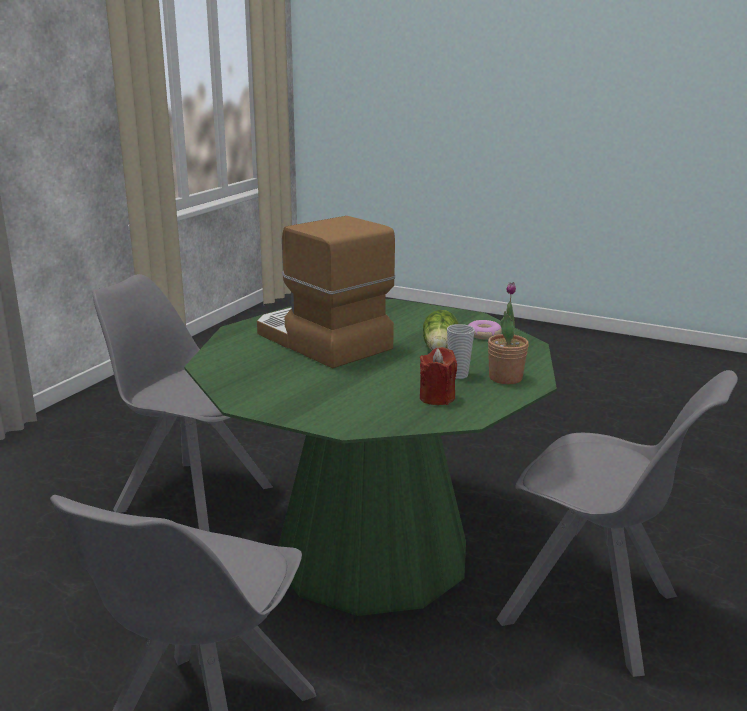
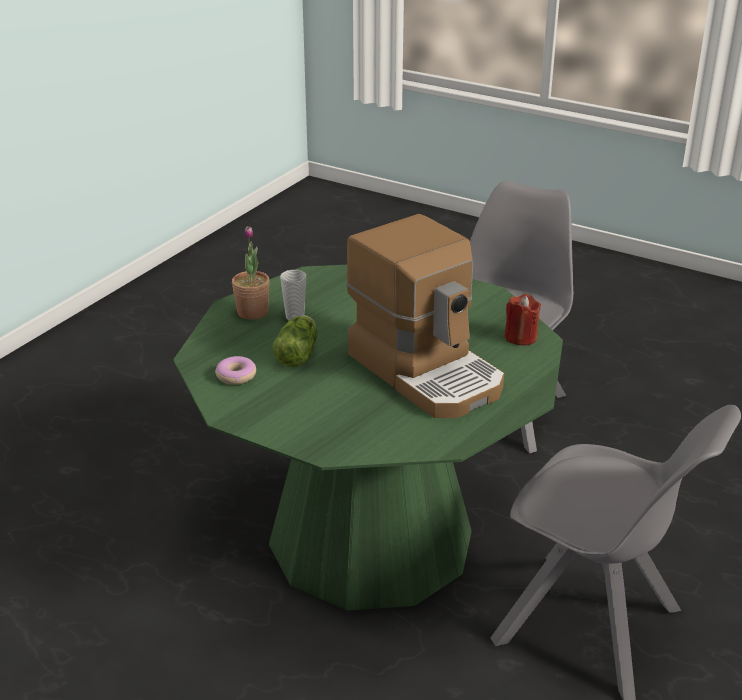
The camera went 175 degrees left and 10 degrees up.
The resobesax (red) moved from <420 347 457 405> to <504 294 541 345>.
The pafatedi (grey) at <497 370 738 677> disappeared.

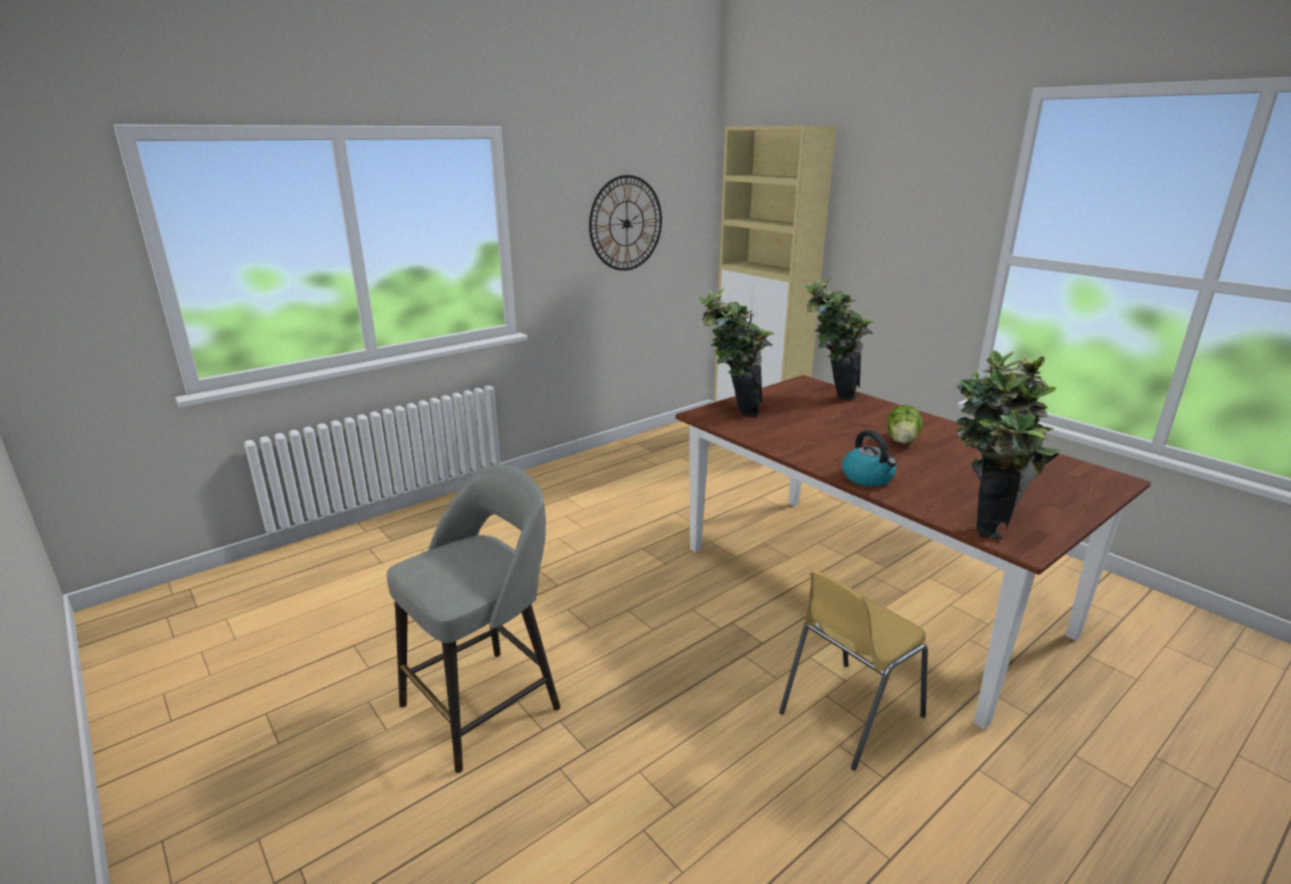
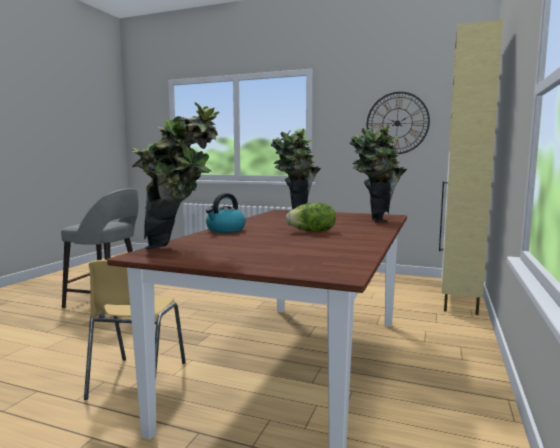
The camera went 60 degrees right and 15 degrees down.
The pafatedi (yellow) at <779 570 928 770> turned 105 degrees counterclockwise.

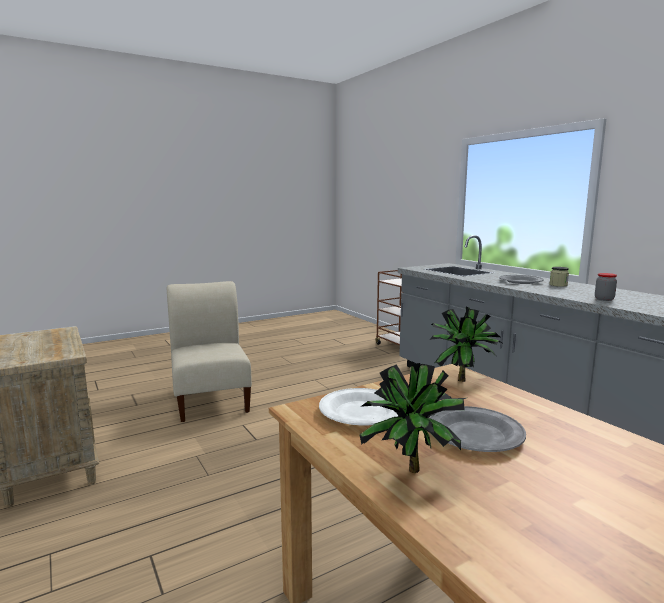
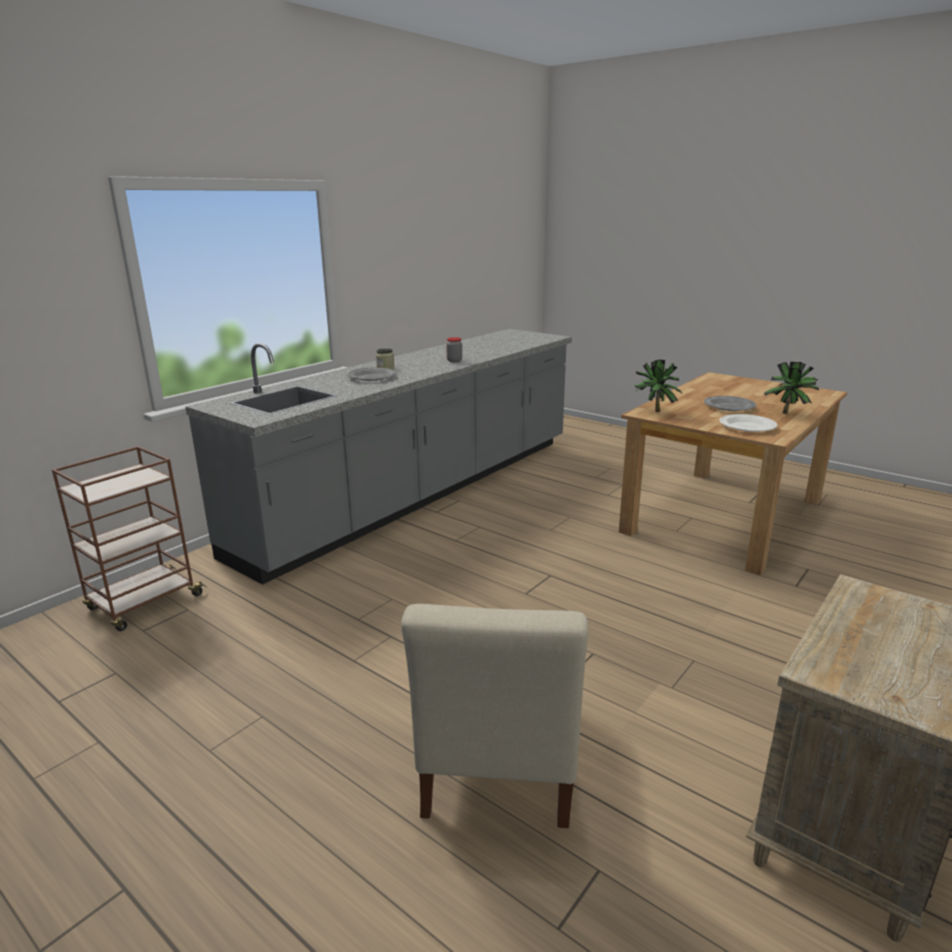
The camera went 110 degrees left and 10 degrees up.
The pafatedi (beige) at <167 281 252 422> turned 45 degrees counterclockwise.

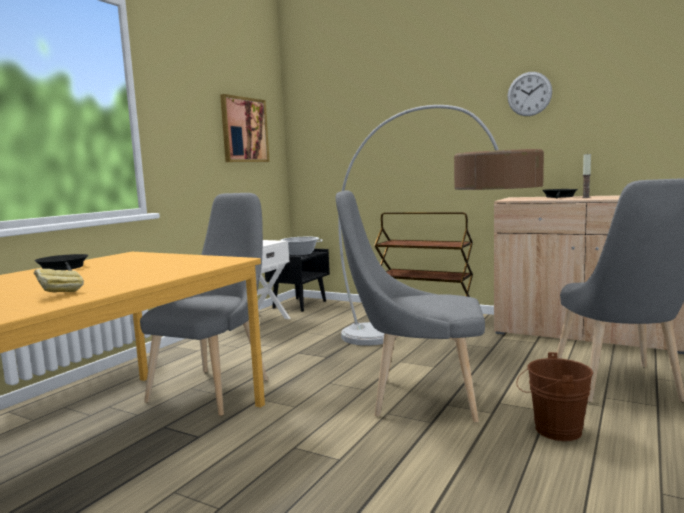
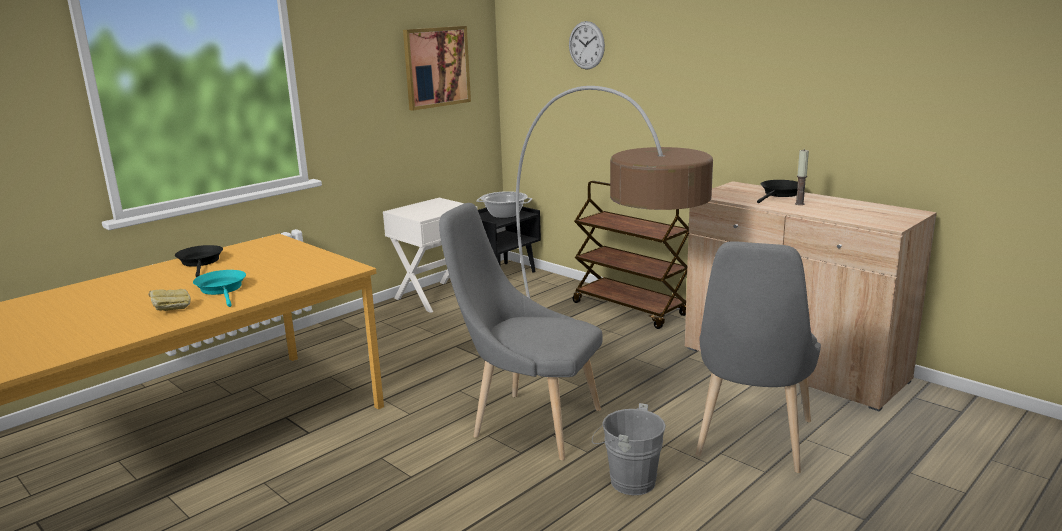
The camera went 15 degrees right and 10 degrees up.
The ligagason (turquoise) at <193 270 246 307> appeared.
The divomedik moved from <507 72 552 116> to <569 21 605 70>.
The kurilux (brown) at <516 352 593 441> became the kurilux (grey) at <592 403 666 495>.
The pafatedi (grey) at <140 193 268 416> disappeared.

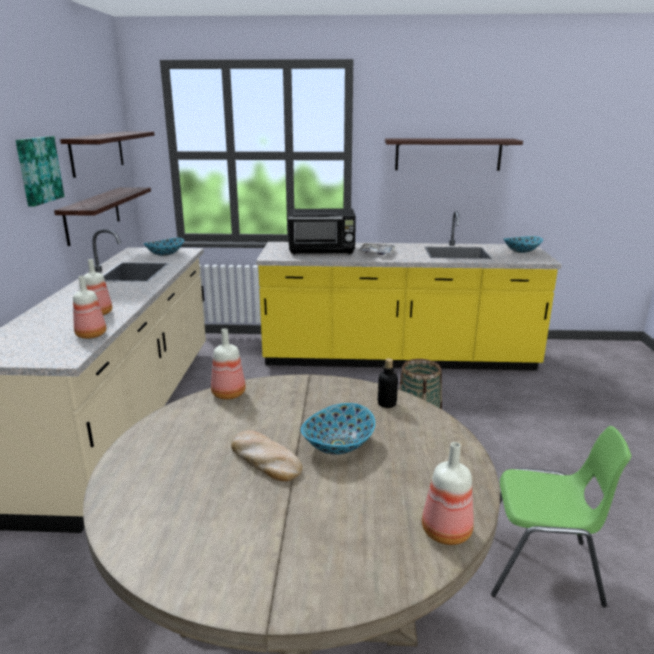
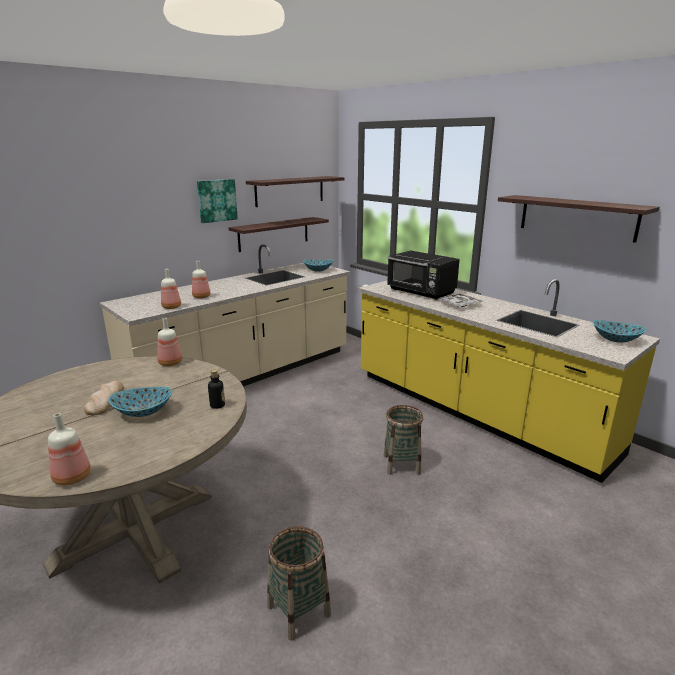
The camera went 45 degrees right and 0 degrees up.
The pafatedi (green) at <491 426 631 607> was replaced by the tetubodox at <267 526 331 641>.

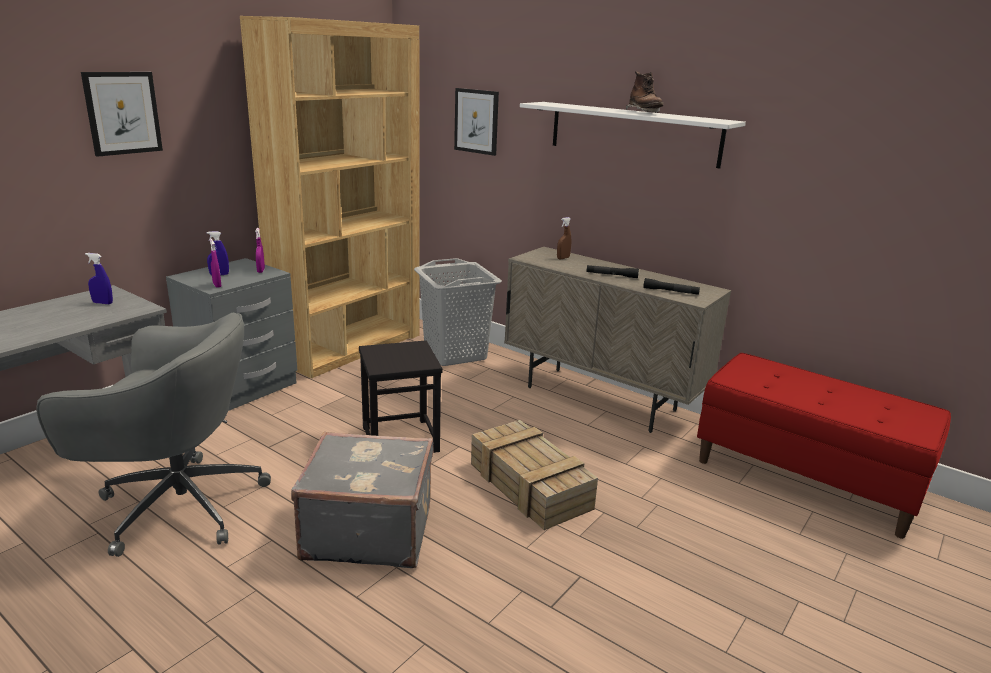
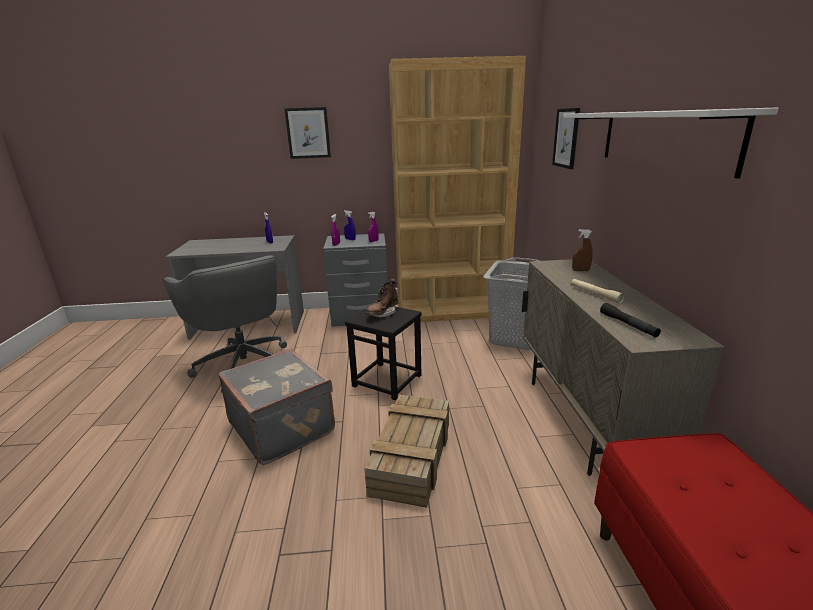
The camera went 50 degrees right and 0 degrees up.
The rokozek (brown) moved from <626 71 663 113> to <366 279 398 318>.
The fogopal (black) at <587 265 639 278> became the fogopal (beige) at <571 279 624 304>.

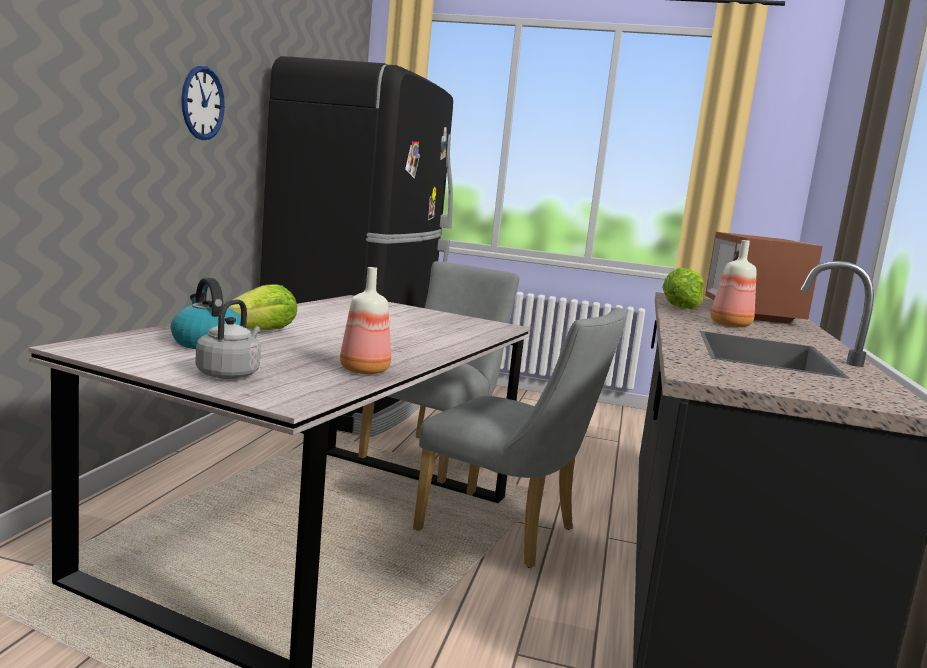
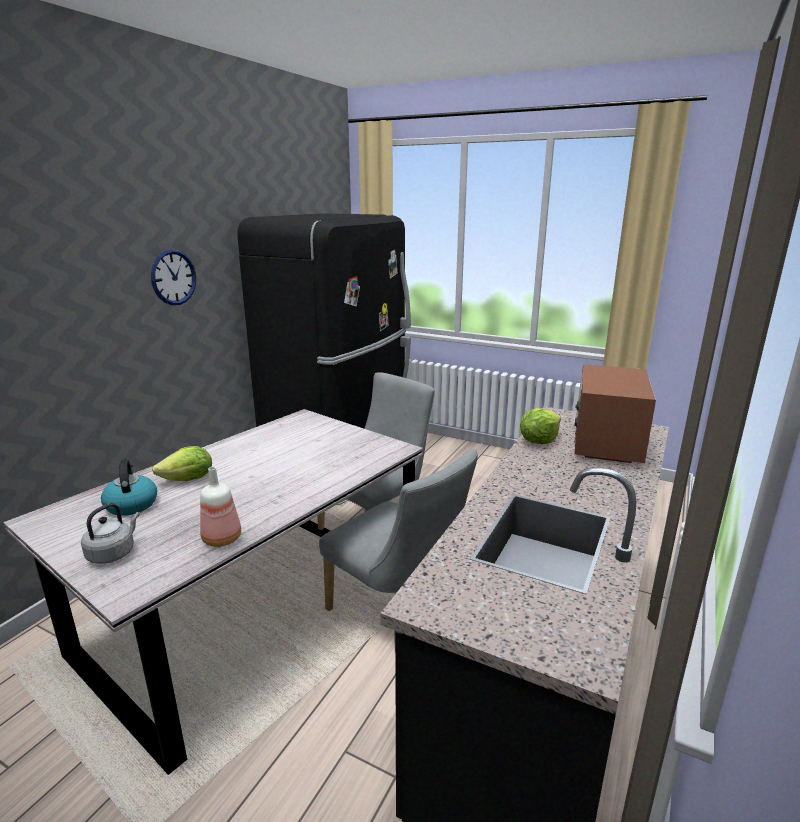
The camera went 15 degrees right and 10 degrees up.
The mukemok at <710 240 757 327> disappeared.

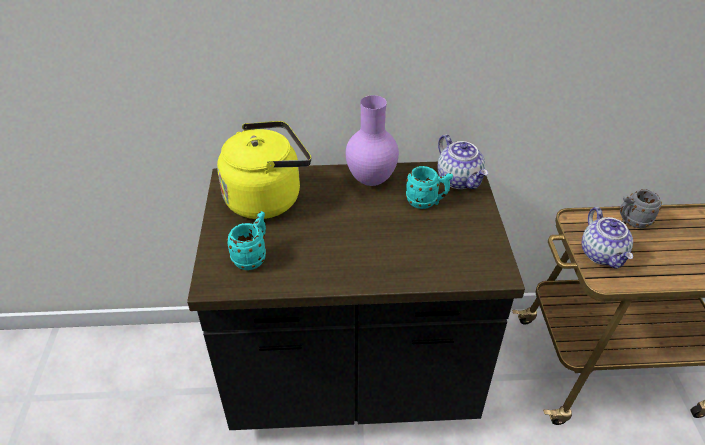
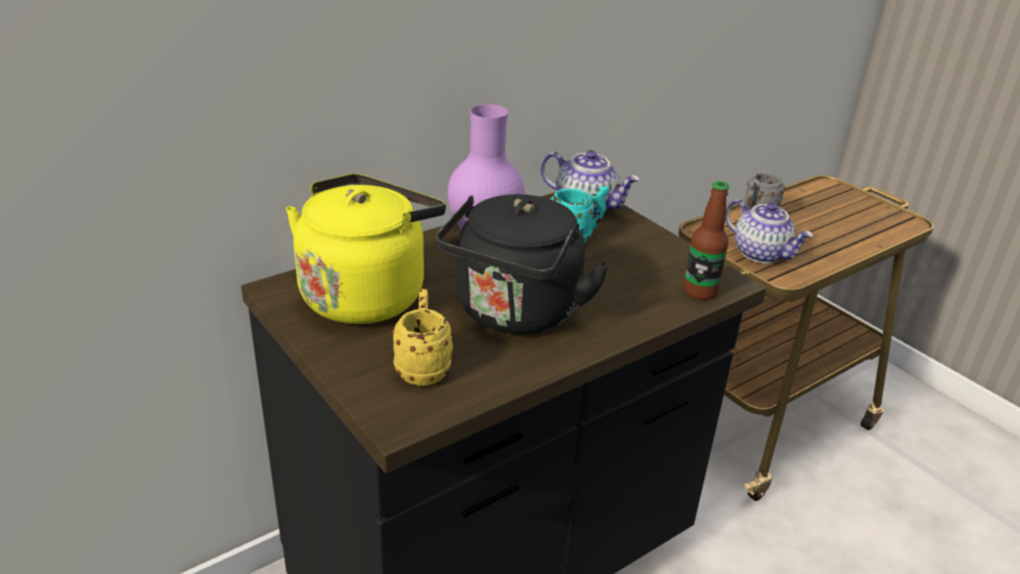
The camera went 35 degrees left and 10 degrees down.
The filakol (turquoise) at <227 211 266 270> became the filakol (yellow) at <392 289 453 386>.
The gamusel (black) at <436 194 610 334> appeared.
The mukemok at <683 181 729 300> appeared.

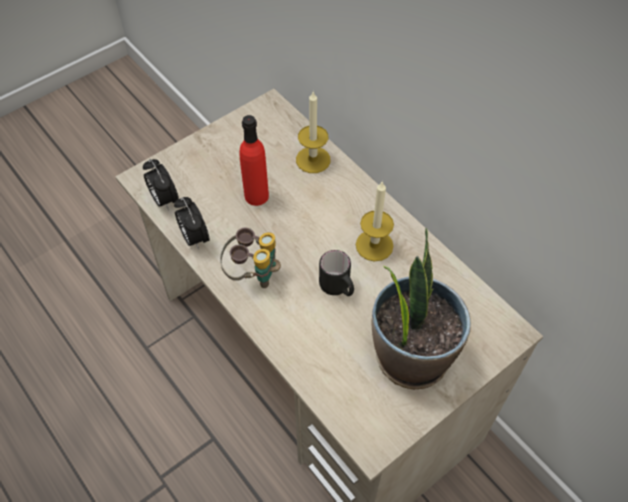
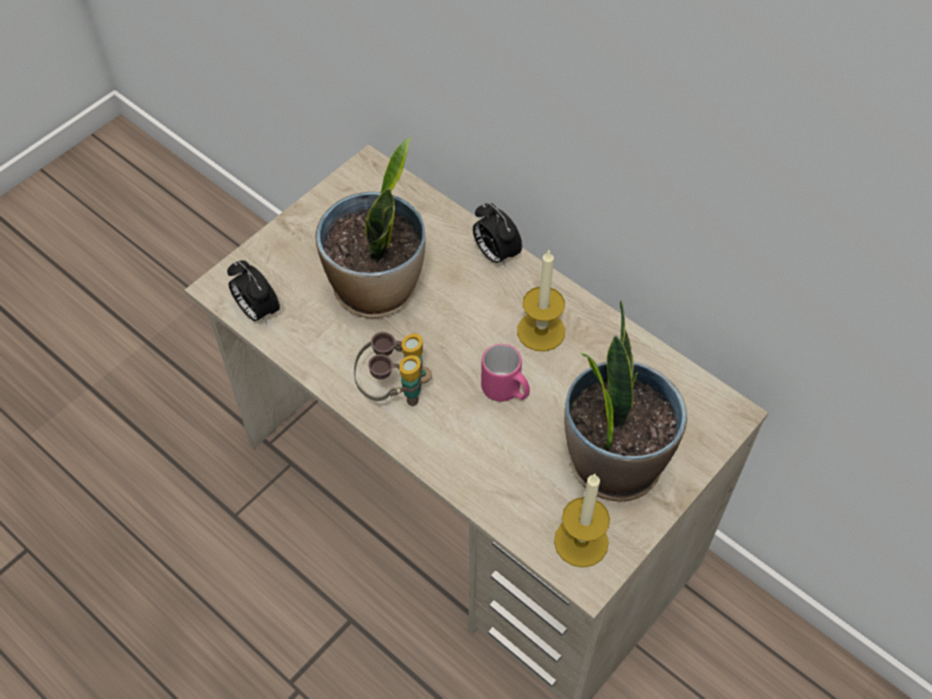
The camera went 10 degrees left and 0 degrees up.
The mukemok (red) at <239 115 269 206> was replaced by the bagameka at <315 137 426 318>.
The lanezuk moved from <174 197 210 250> to <473 203 522 267>.
The filakol (black) at <319 250 354 296> became the filakol (pink) at <481 344 530 402>.
The resobesax moved from <296 92 330 173> to <554 474 610 568>.

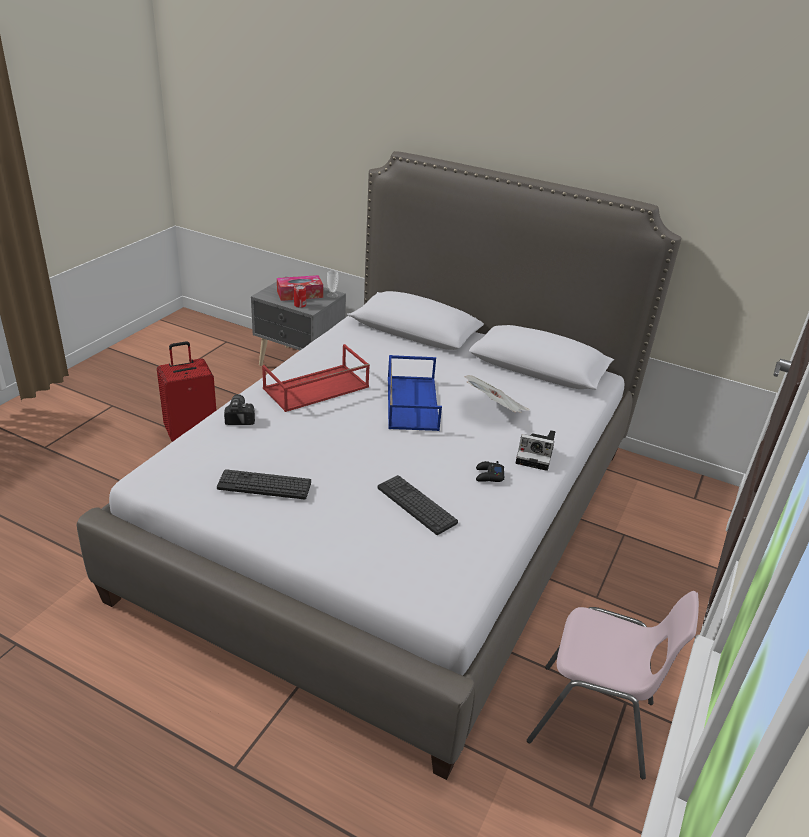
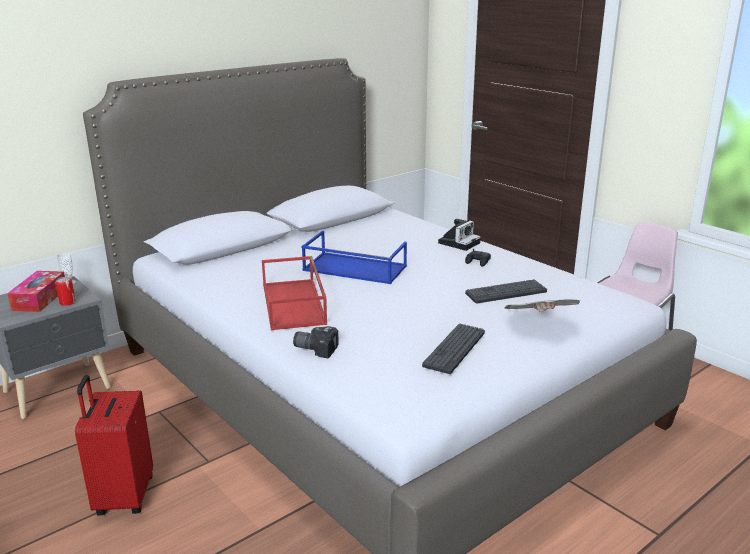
The camera went 65 degrees left and 10 degrees down.
The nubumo moved from <465 375 530 413> to <504 299 580 312>.

